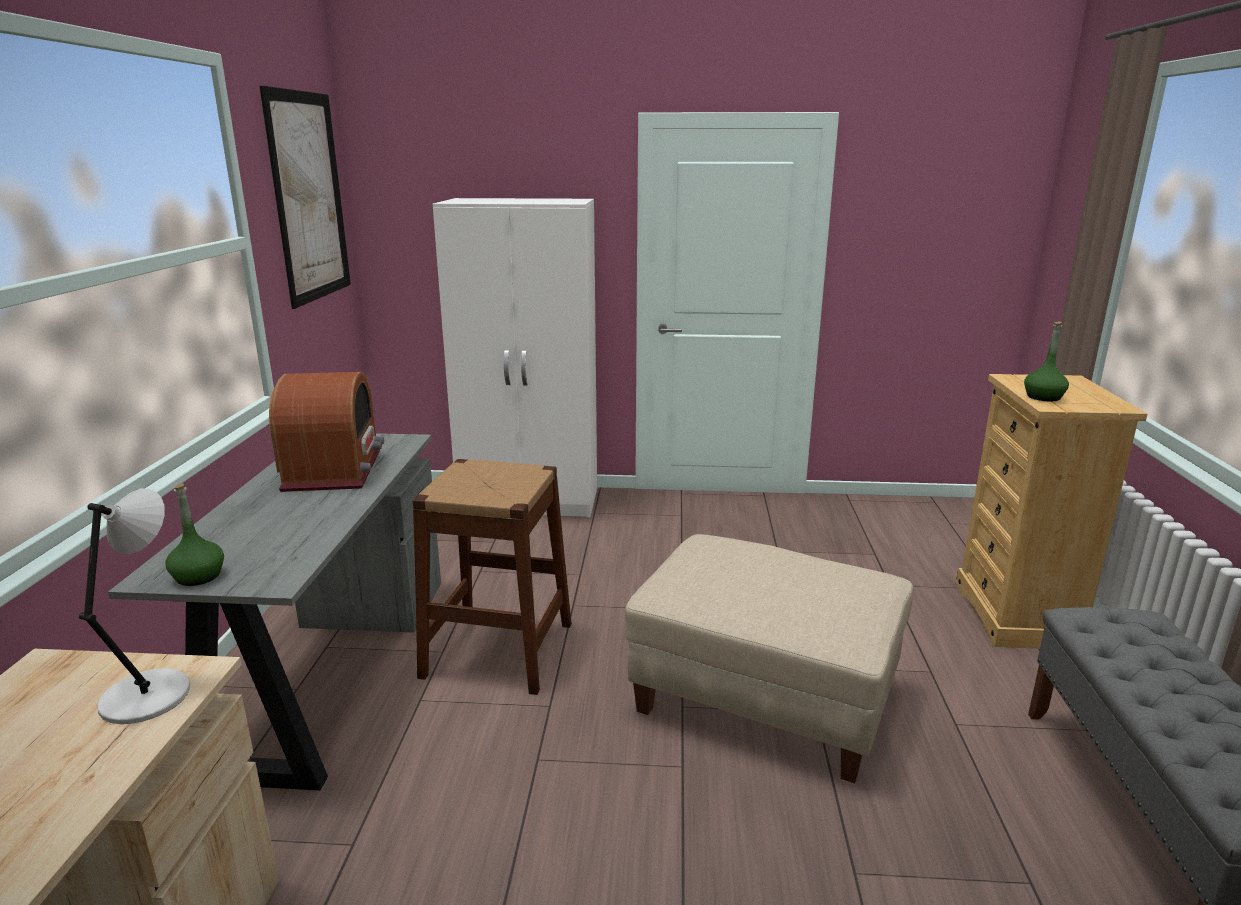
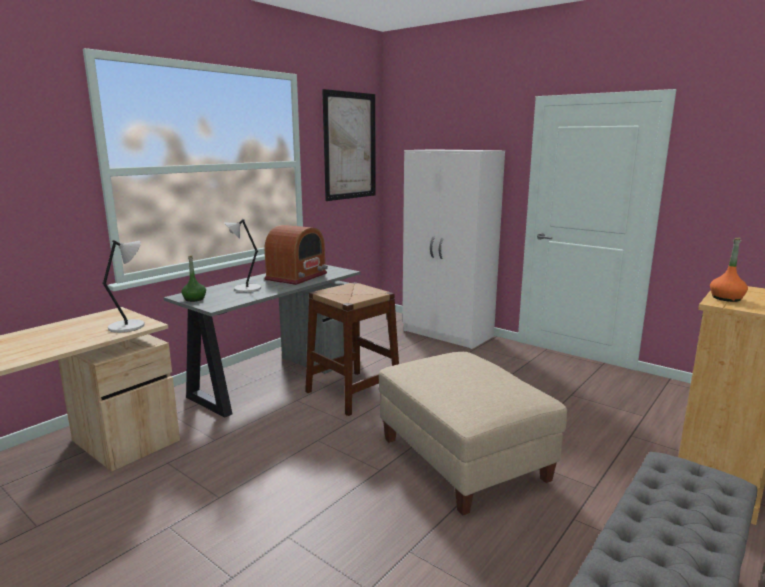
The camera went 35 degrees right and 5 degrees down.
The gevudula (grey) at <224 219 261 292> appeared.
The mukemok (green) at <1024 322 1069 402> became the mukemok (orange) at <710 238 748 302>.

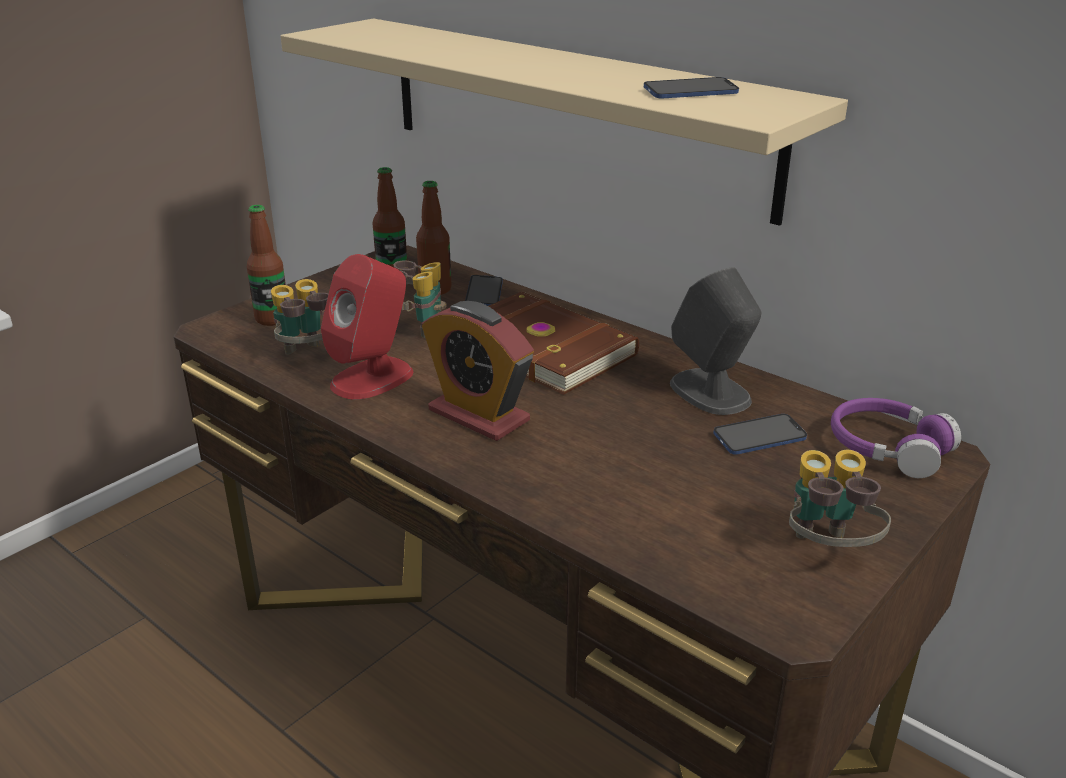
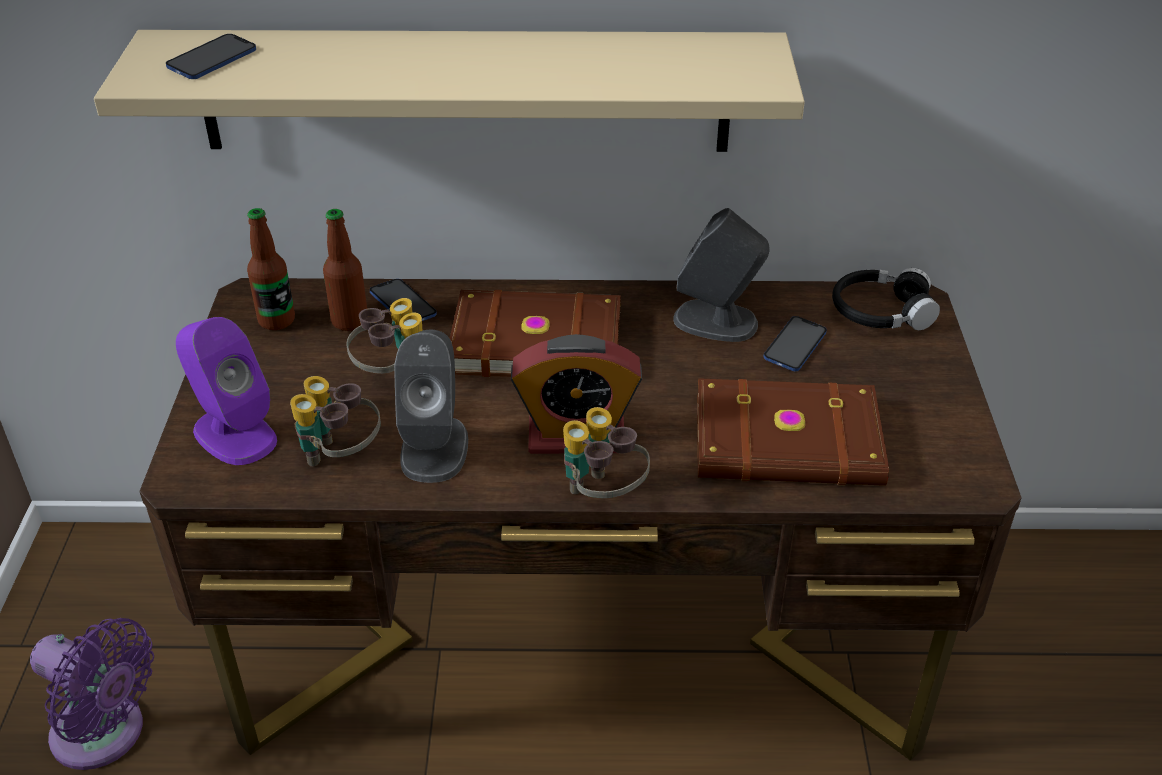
The camera went 40 degrees left and 10 degrees up.
The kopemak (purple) at <30 618 154 770> appeared.
The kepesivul moved from <644 77 739 99> to <166 34 256 79>.
The mukemok at <246 205 286 326> was replaced by the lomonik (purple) at <176 317 277 465>.
The lomonik (red) at <321 254 413 400> became the lomonik (grey) at <394 330 468 483>.
The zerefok moved from <789 450 891 547> to <563 407 650 498>.
The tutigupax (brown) at <697 378 889 486> appeared.
The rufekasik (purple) at <831 398 961 478> became the rufekasik (black) at <832 268 940 330>.

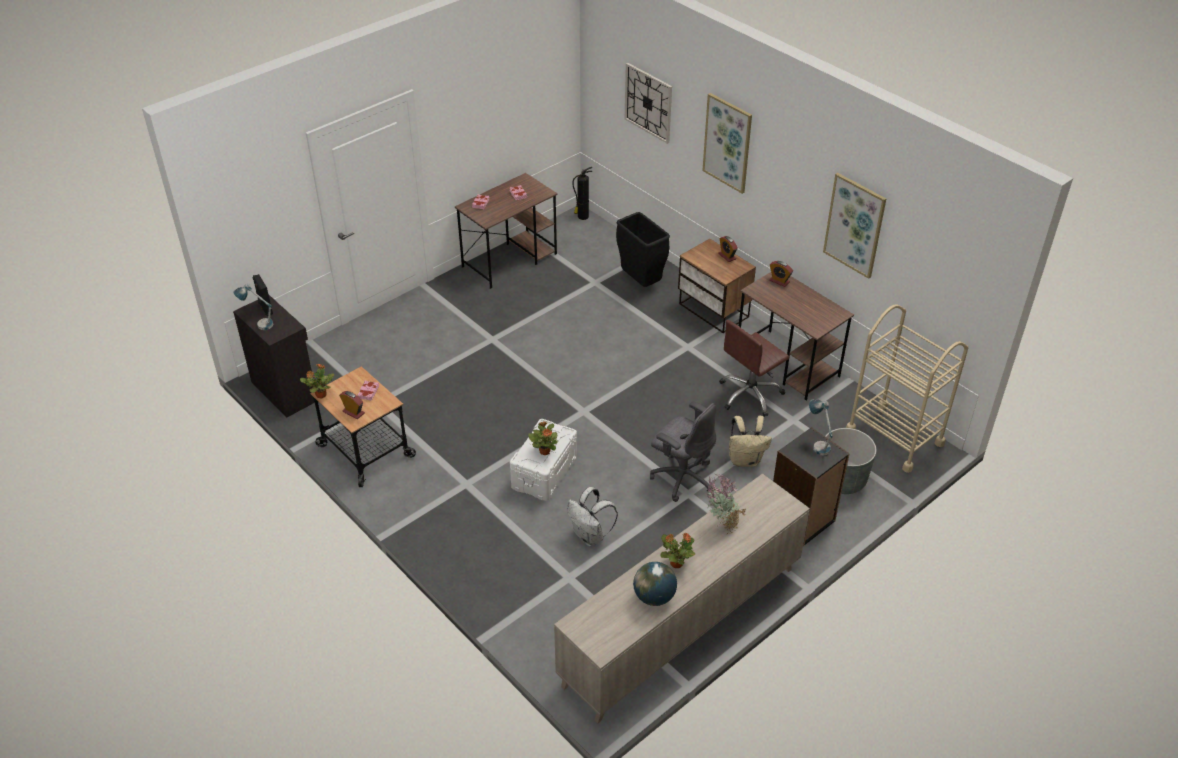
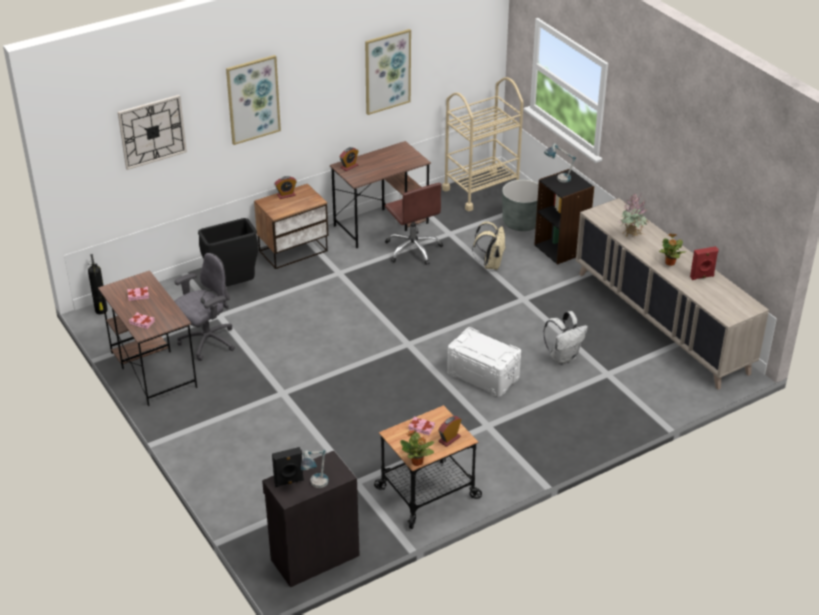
The camera went 80 degrees left and 5 degrees down.
The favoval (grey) moved from <650 402 716 502> to <174 253 235 361>.
The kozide at <633 562 677 606> was replaced by the lomonik (red) at <690 246 719 280>.
The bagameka at <528 421 558 455> disappeared.

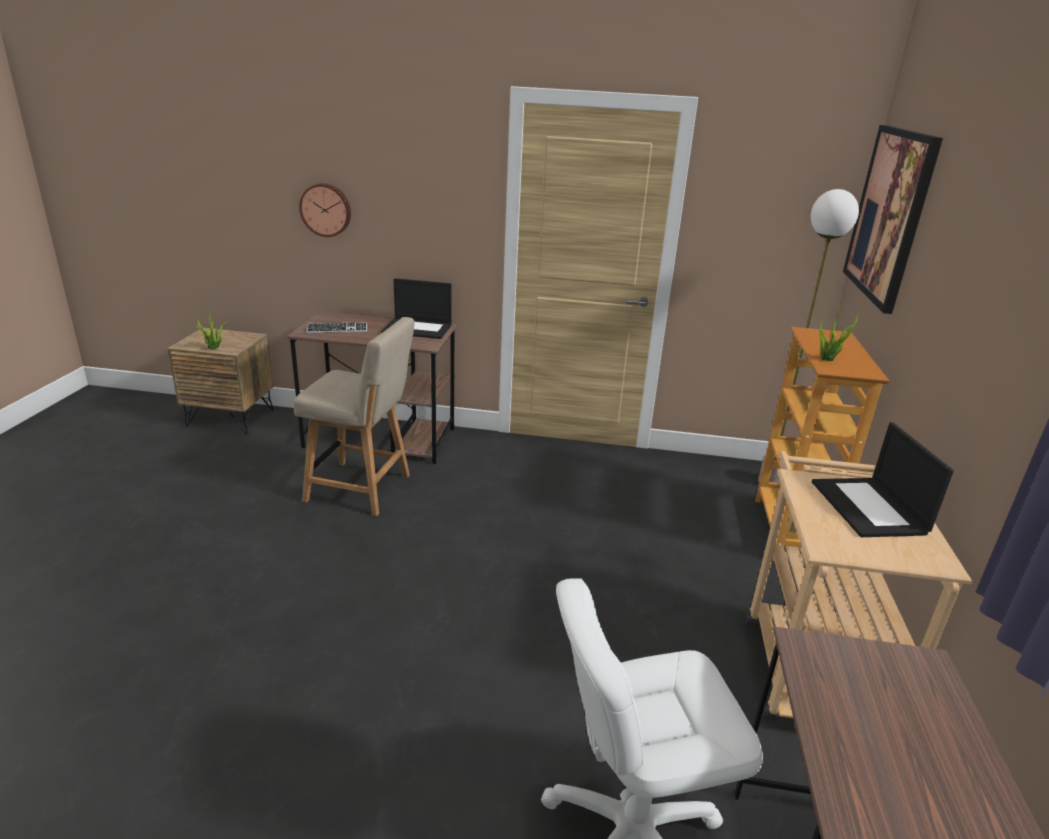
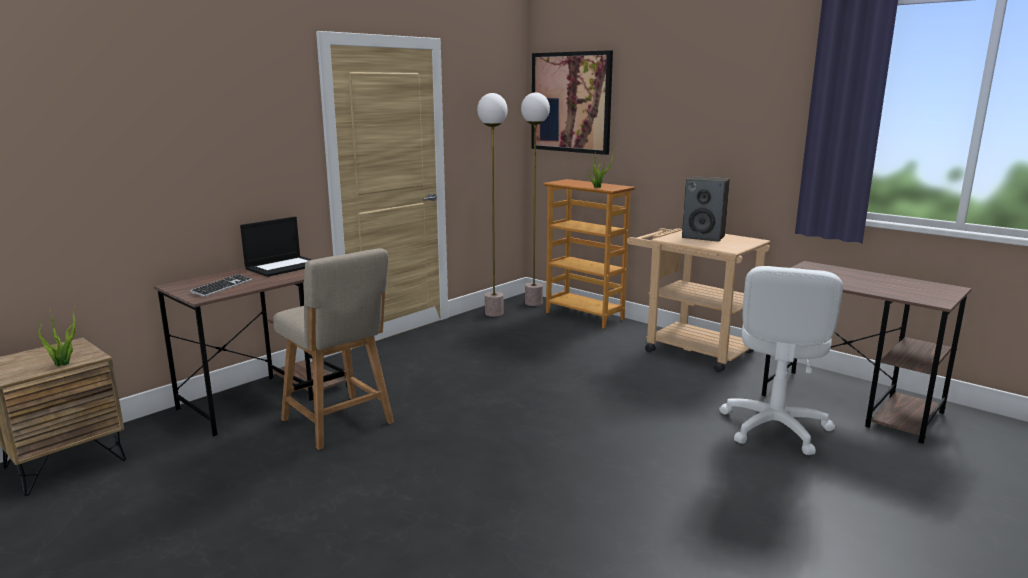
The camera went 55 degrees left and 10 degrees down.
The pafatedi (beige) at <293 317 414 516> turned 90 degrees clockwise.
The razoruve at <477 93 508 317> appeared.
The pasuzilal at <812 422 954 537> was replaced by the lomonik at <682 176 730 242>.
The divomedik at <299 183 351 237> disappeared.

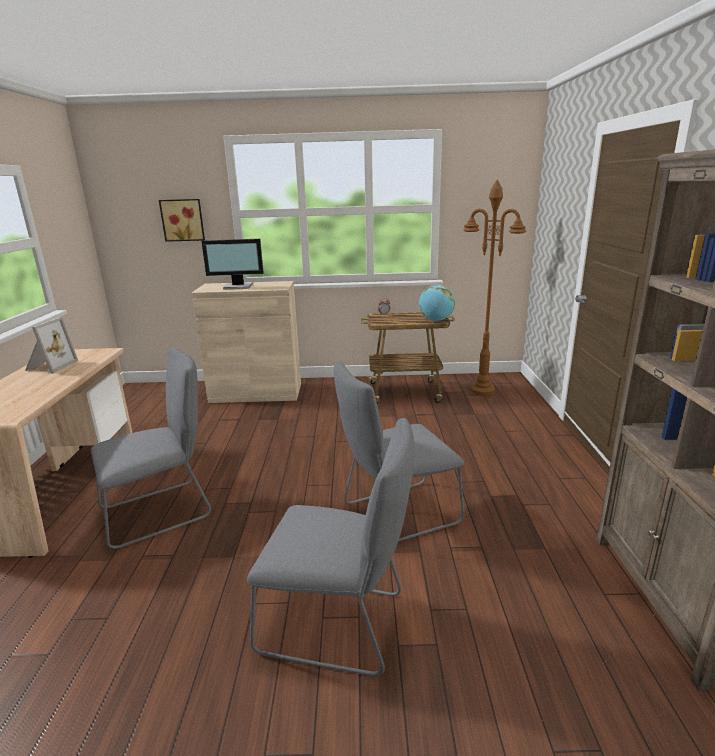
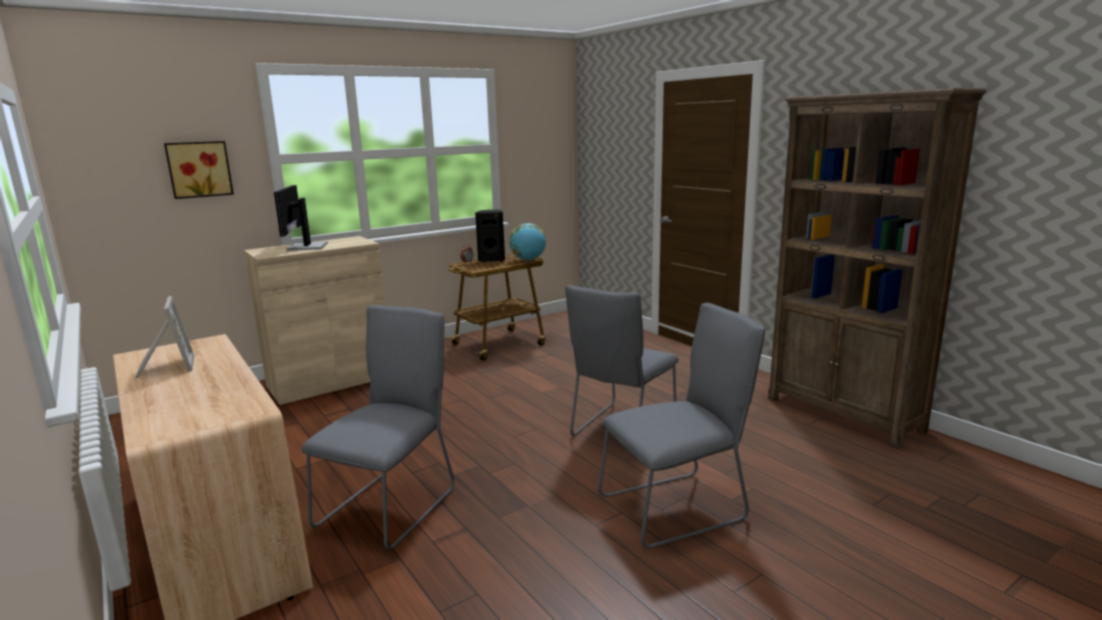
The camera went 35 degrees left and 5 degrees down.
The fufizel at <201 239 264 290> turned 120 degrees clockwise.
The lomonik (black) at <475 210 505 262> appeared.
The razoruve (brown) at <463 180 526 395> disappeared.

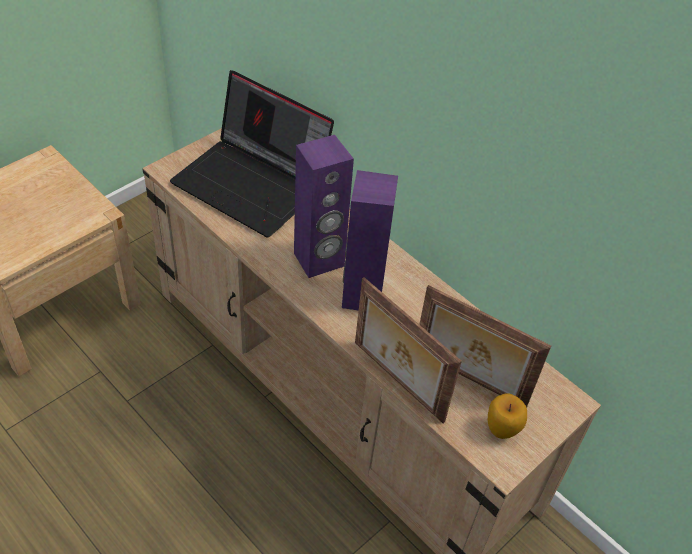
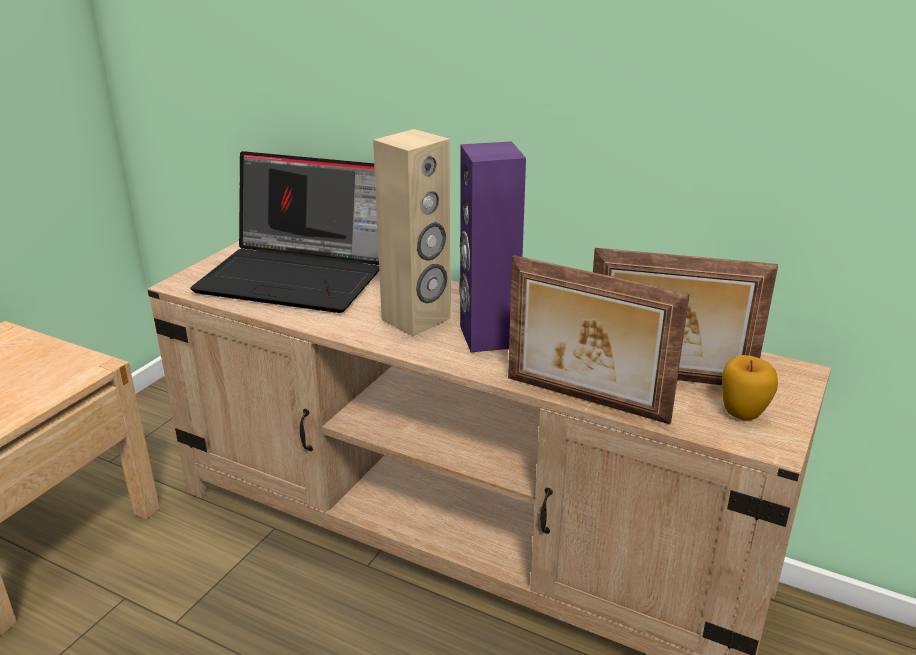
The camera went 15 degrees left and 20 degrees down.
The lomonik (purple) at <294 135 354 278> became the lomonik (beige) at <373 129 451 336>.

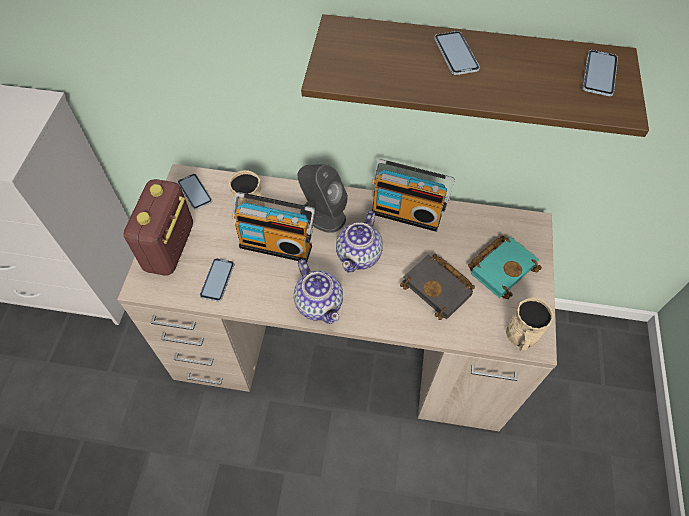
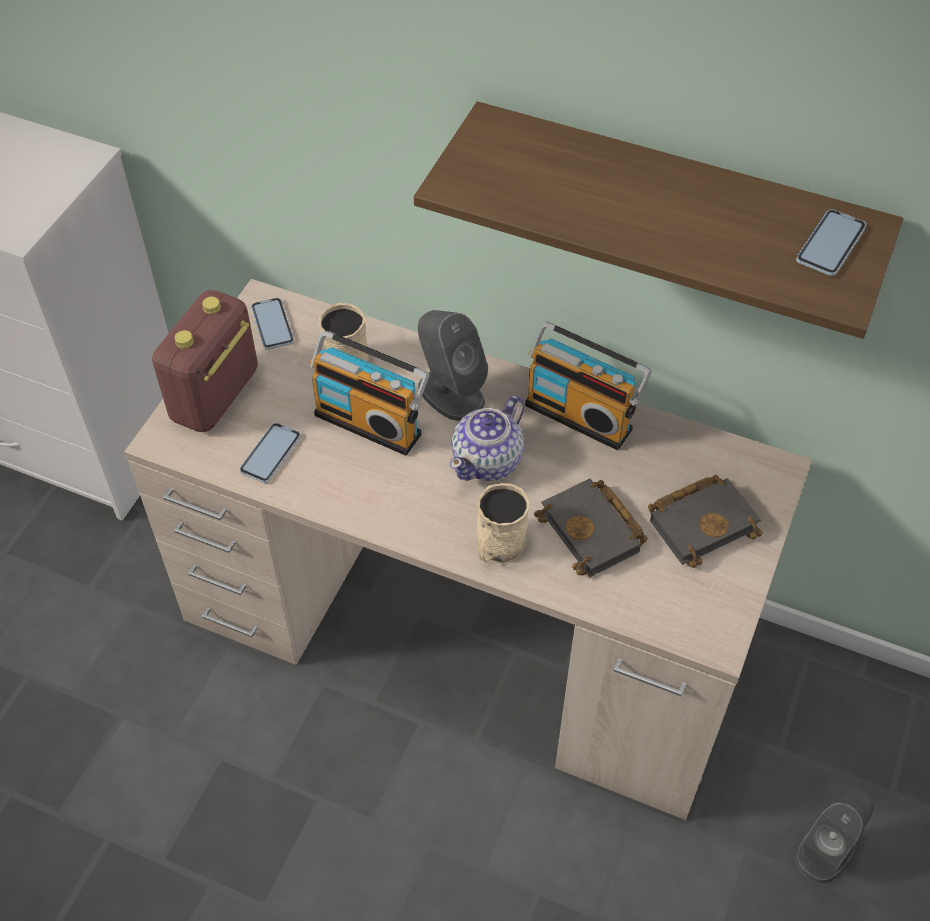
The camera went 15 degrees right and 5 degrees down.
The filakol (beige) moved from <506 297 553 352> to <477 483 529 563>.
The tutigupax (turquoise) at <468 236 542 299> became the tutigupax (black) at <648 475 762 568>.
The lomonik (grey) at <795 789 874 884> appeared.
The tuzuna at <294 259 343 324> disappeared.
The kepesivul at <434 31 480 75> disappeared.

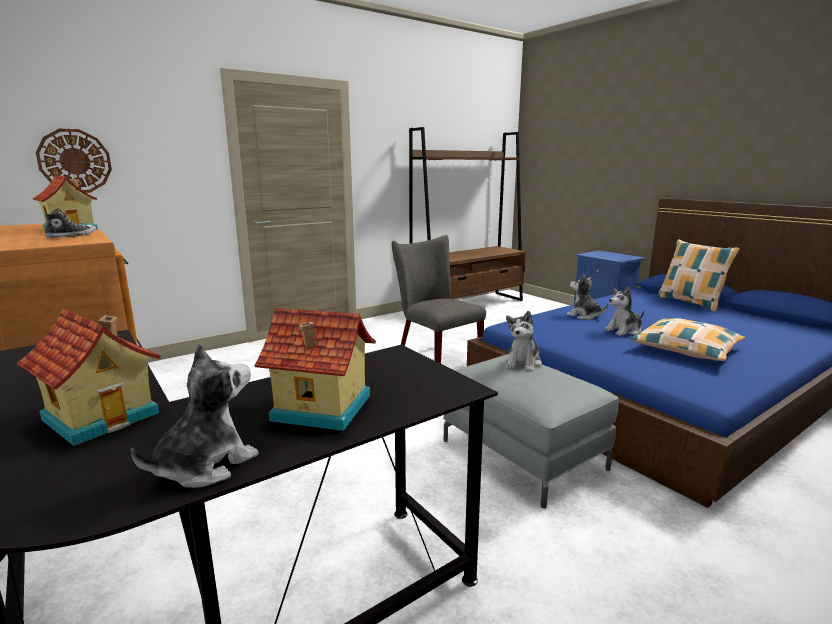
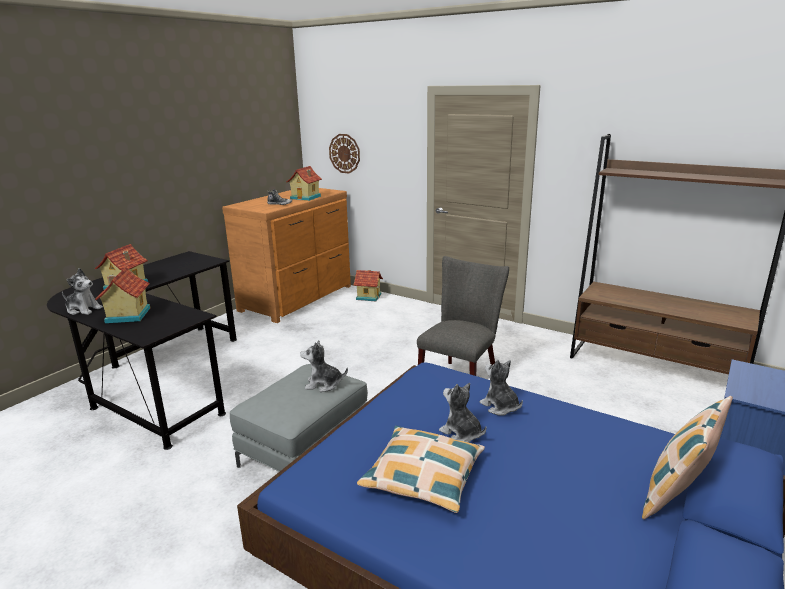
The camera went 70 degrees right and 5 degrees up.
The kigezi at <353 270 383 301> appeared.
The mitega at <567 274 608 320> turned 60 degrees counterclockwise.

